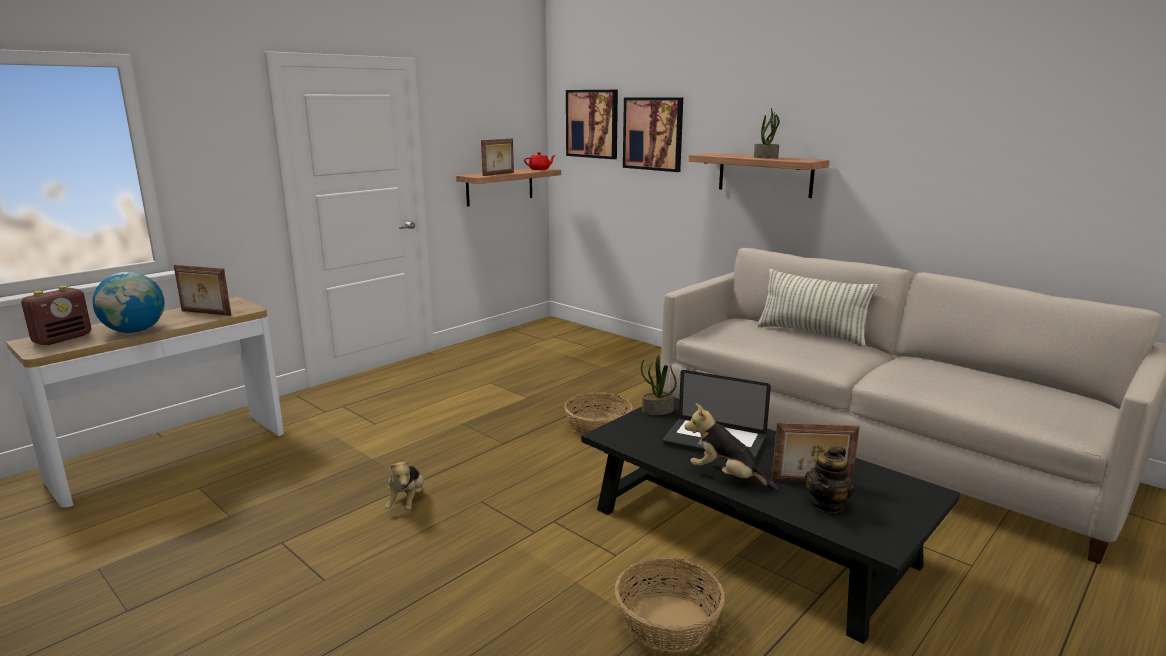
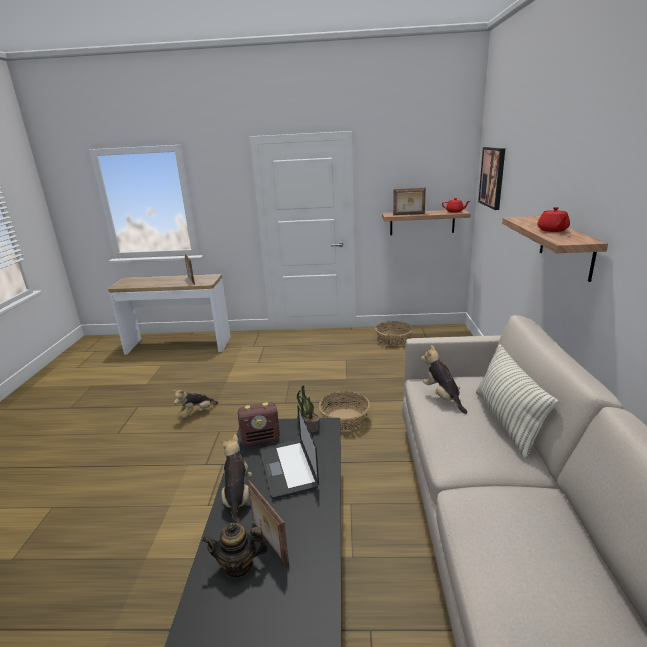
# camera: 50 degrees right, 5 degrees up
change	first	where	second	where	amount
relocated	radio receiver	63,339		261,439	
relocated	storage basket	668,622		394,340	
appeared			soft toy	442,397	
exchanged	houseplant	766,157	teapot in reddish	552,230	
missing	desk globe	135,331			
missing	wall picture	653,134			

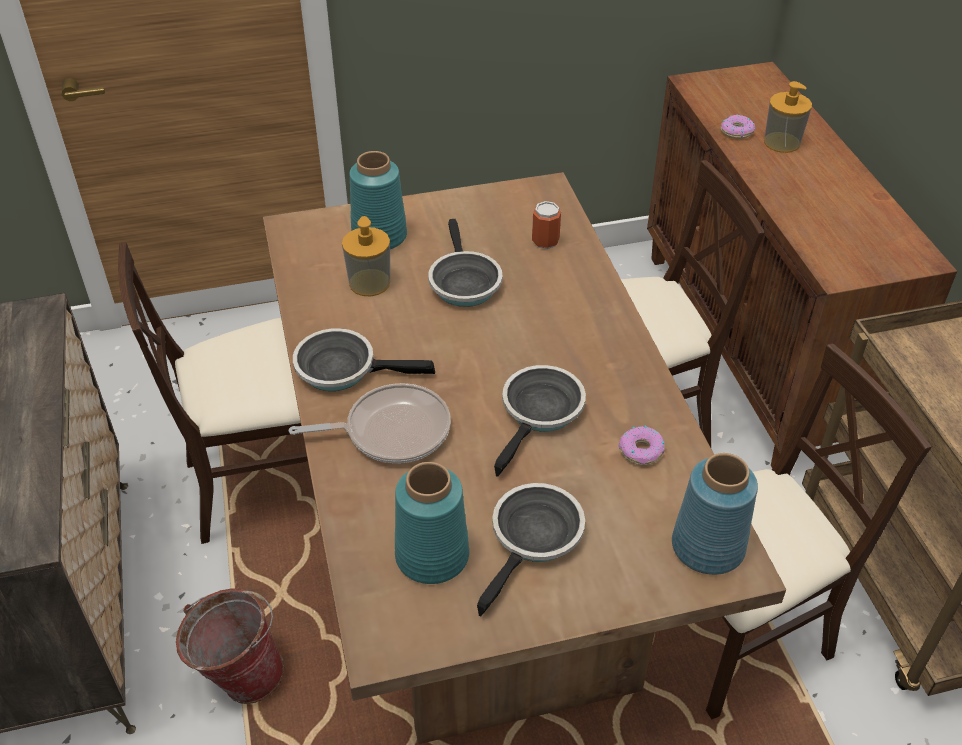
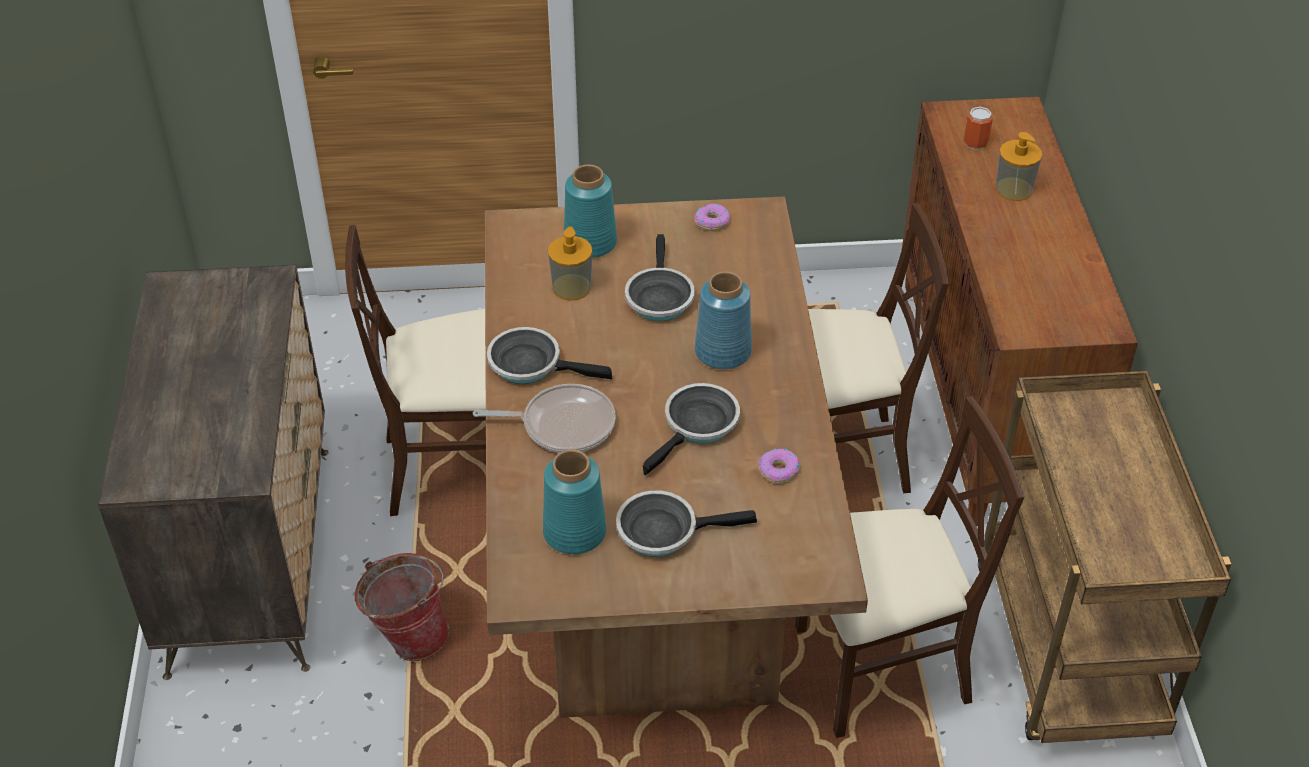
# camera: 10 degrees right, 0 degrees up
change	first	where	second	where	amount
spun	skillet	534,539		664,531	135 degrees counterclockwise
relocated	doughnut	736,131		712,221	
relocated	vase in bluish	706,547		722,352	
relocated	can	545,241		975,143	

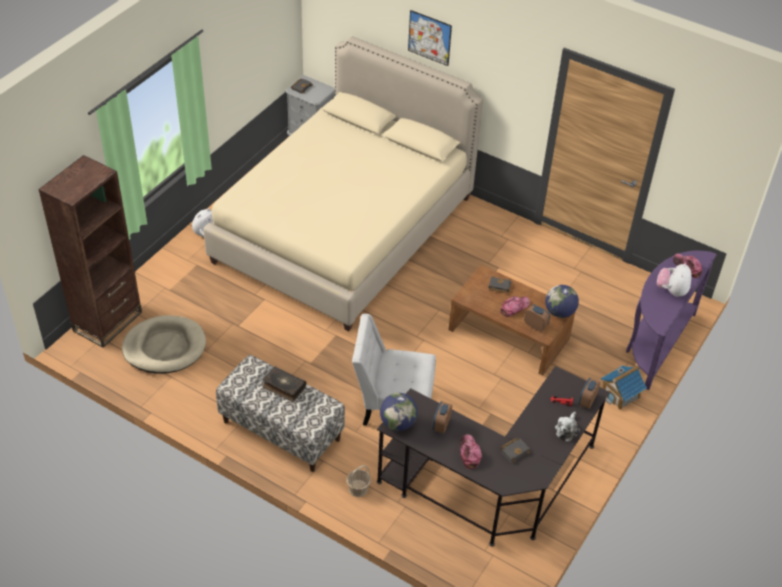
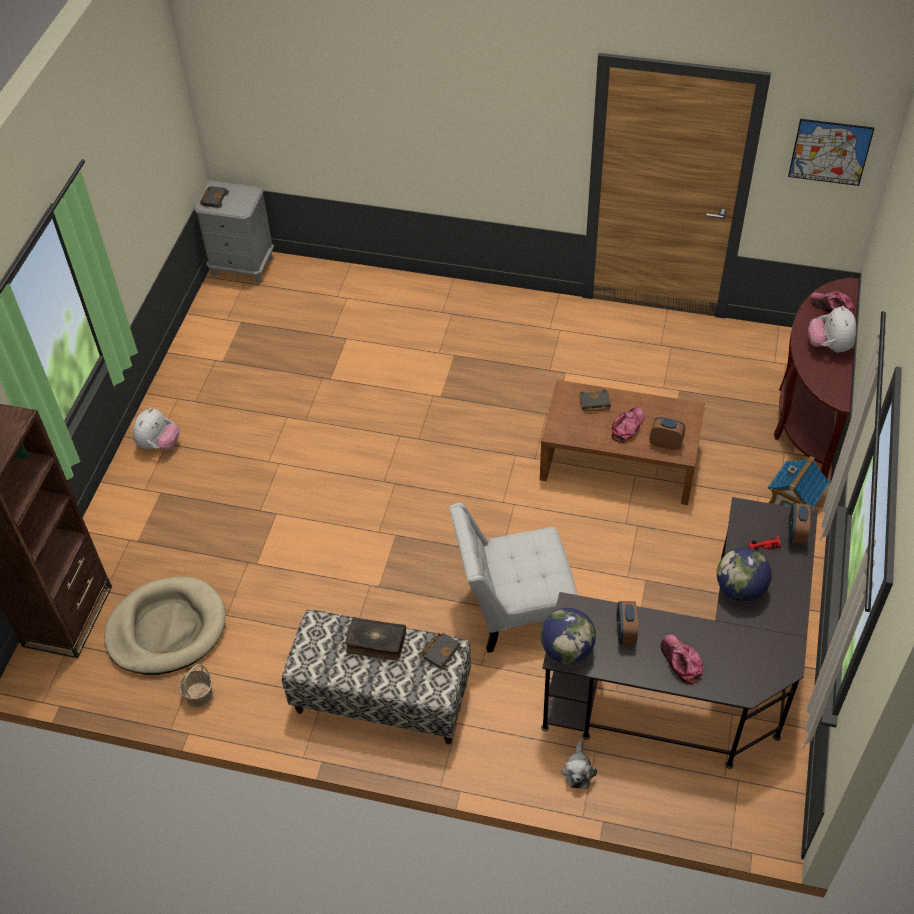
# camera: 15 degrees left, 5 degrees up
change	first	where	second	where	amount
relocated	storage basket	358,488		199,695	
relocated	volume in blackish	514,450		441,651	
relocated	soft toy	566,430		578,770	
relocated	desk globe	559,312		740,589	
colour	hall table in purplish	656,343	hall table in brownish	806,416	
relocated	wall picture	429,38		830,152	
missing	bed in beige	344,229			

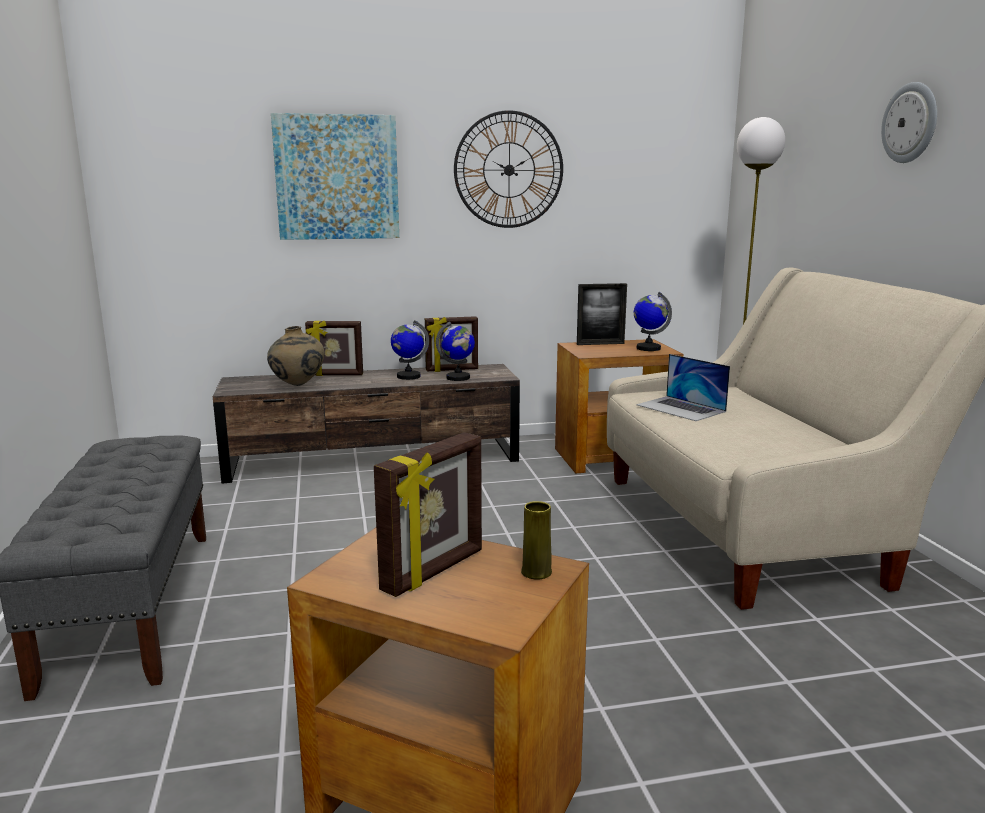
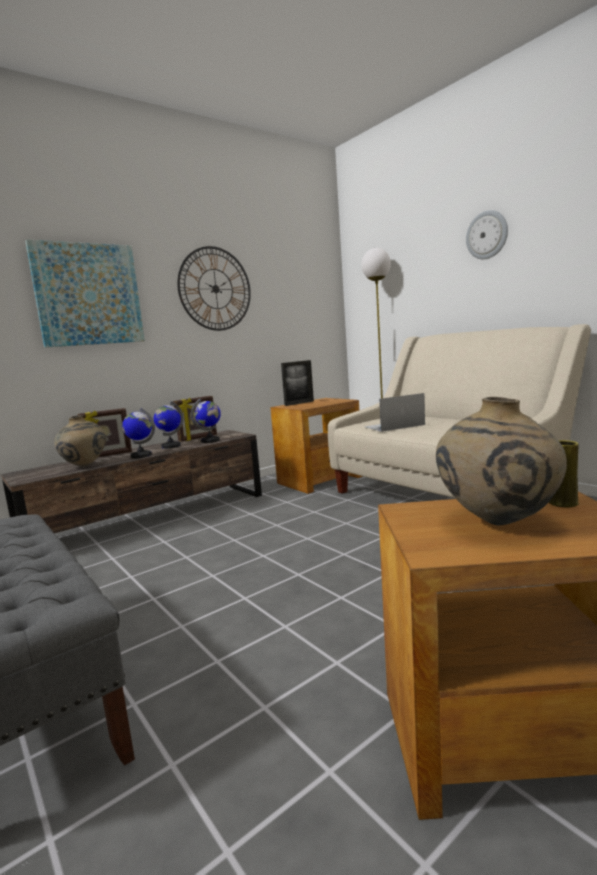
# camera: 25 degrees left, 5 degrees down
change	first	where	second	where	amount
relocated	desk globe	648,348		141,456	
spun	laptop	681,408		394,426	135 degrees clockwise
exchanged	photo frame	434,571	vase in beige	497,522	

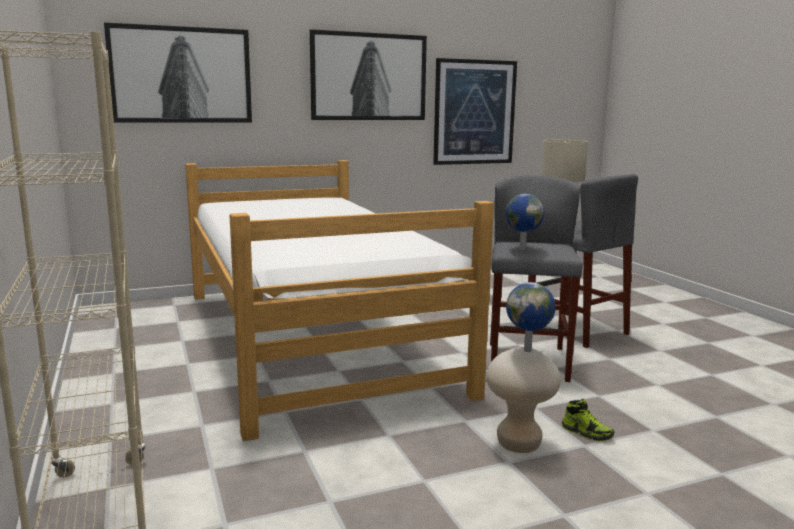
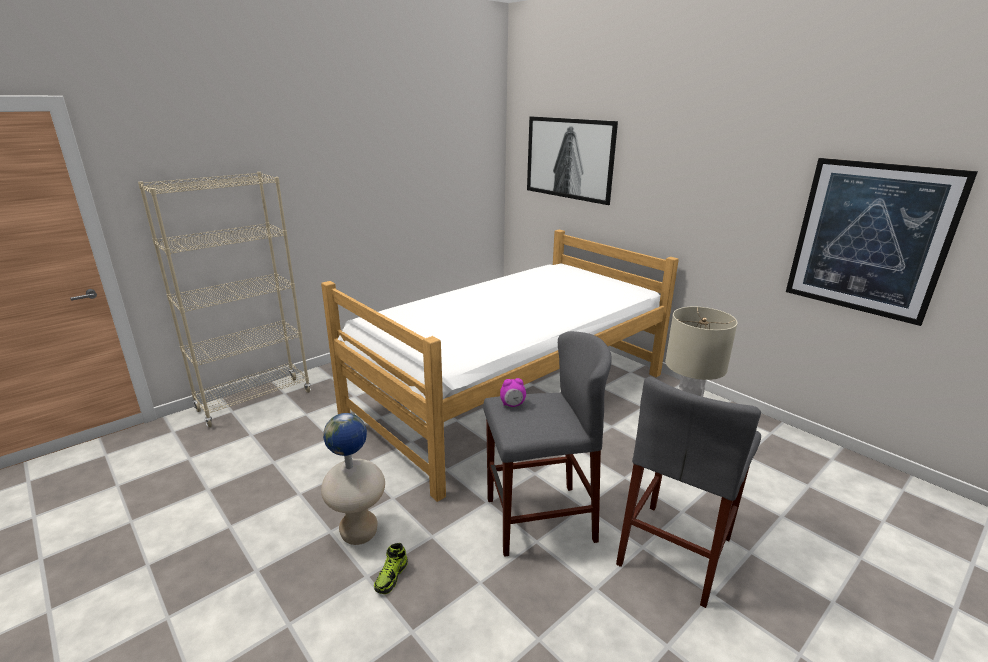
# camera: 70 degrees right, 10 degrees up
change	first	where	second	where	amount
exchanged	desk globe	522,249	bedside clock	512,405	
missing	wall picture	369,77			

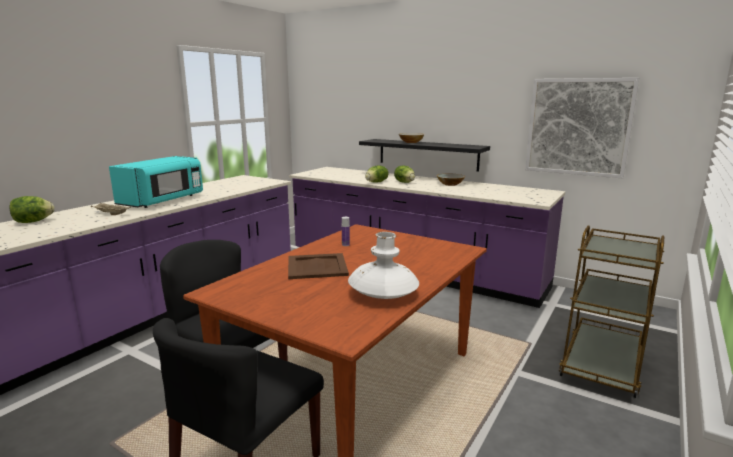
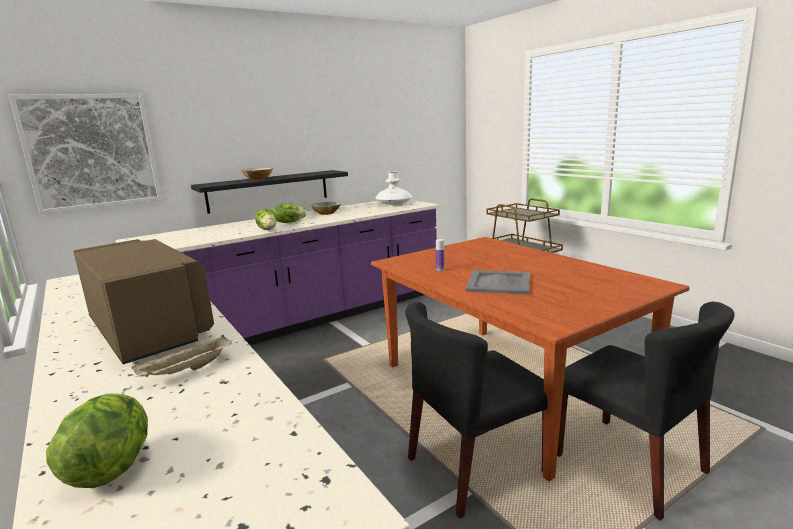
# camera: 65 degrees left, 0 degrees up
change	first	where	second	where	amount
relocated	wall picture	578,127		92,152	
colour	microwave in turquoise	163,201	microwave in brownish	149,330	
relocated	vase in white	383,293		394,204	
colour	tray in brownish	316,267	tray in greyish	499,283	

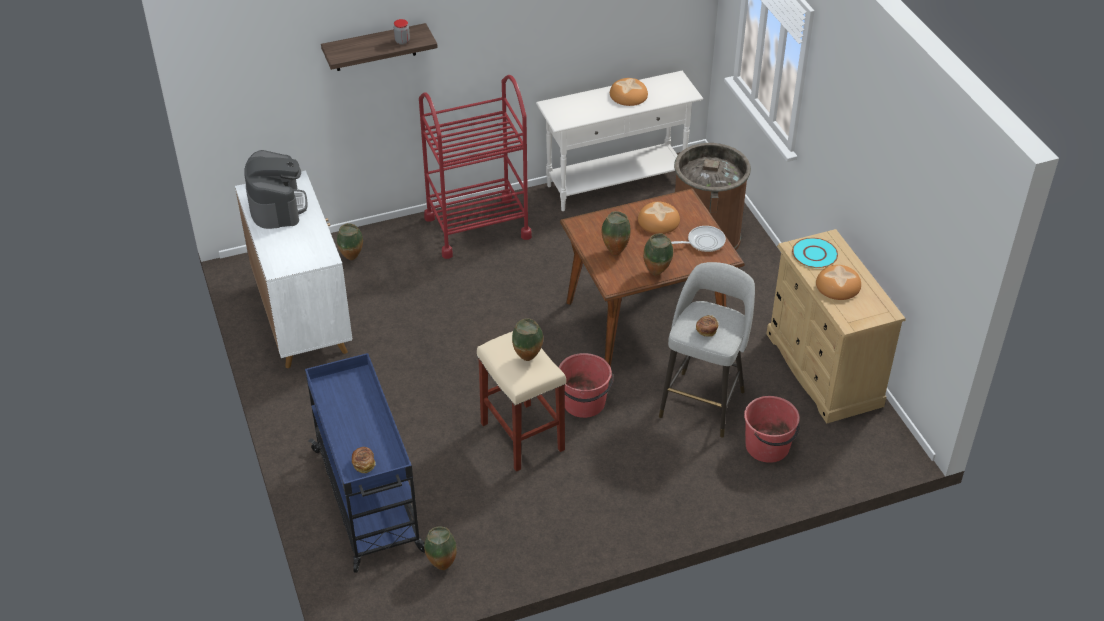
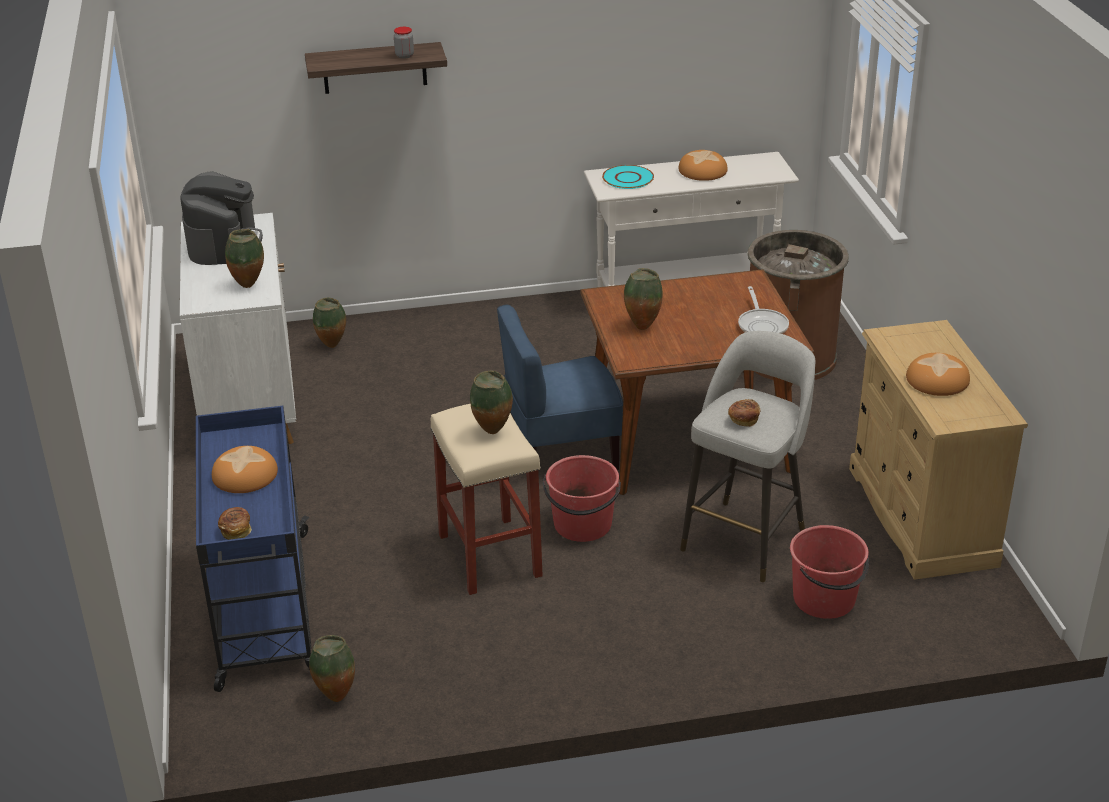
# camera: 10 degrees right, 10 degrees down
change	first	where	second	where	amount
relocated	bread	658,221		244,475	
relocated	vase	657,273		249,286	
appeared			plain chair in bluish	562,453	
relocated	plate in turquoise	815,254		628,178	
spun	skillet	702,242		762,325	90 degrees clockwise
missing	wheeled cart in reddish	477,227			

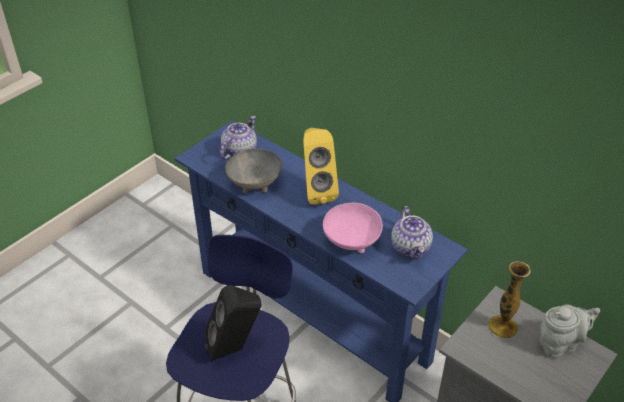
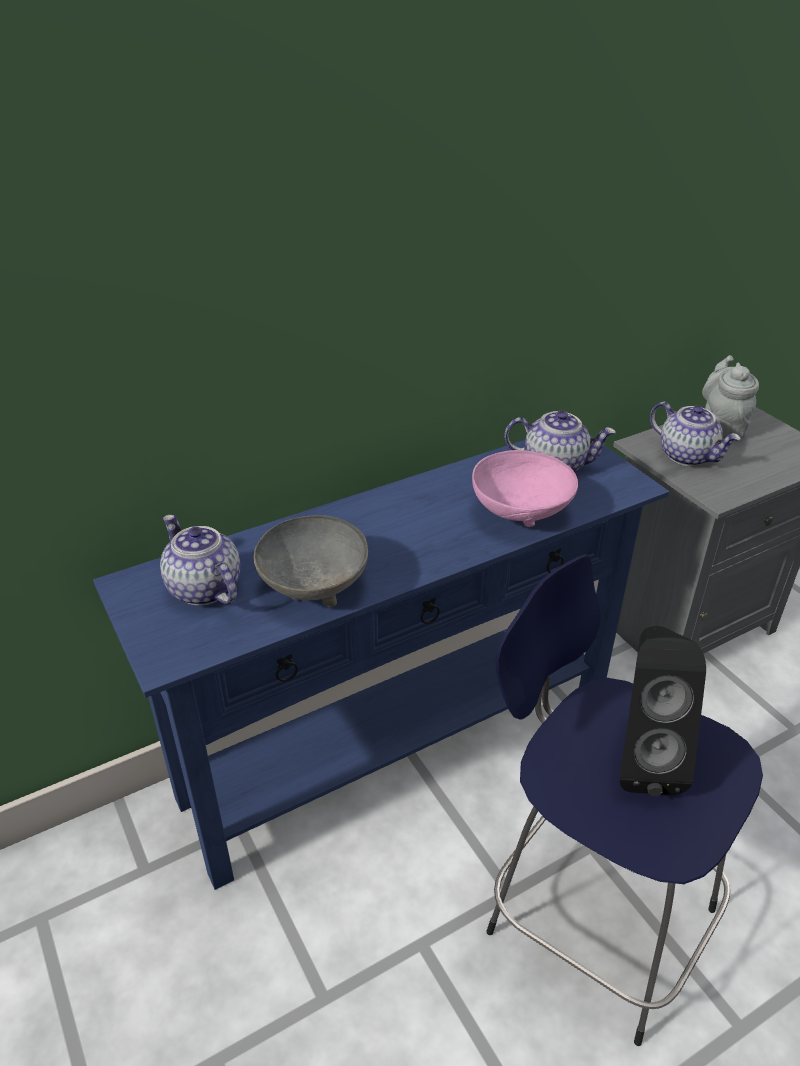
# camera: 70 degrees left, 5 degrees down
change	first	where	second	where	amount
exchanged	vase	502,327	teapot	687,455	
missing	audio speaker in yellow-coloured	317,191			

